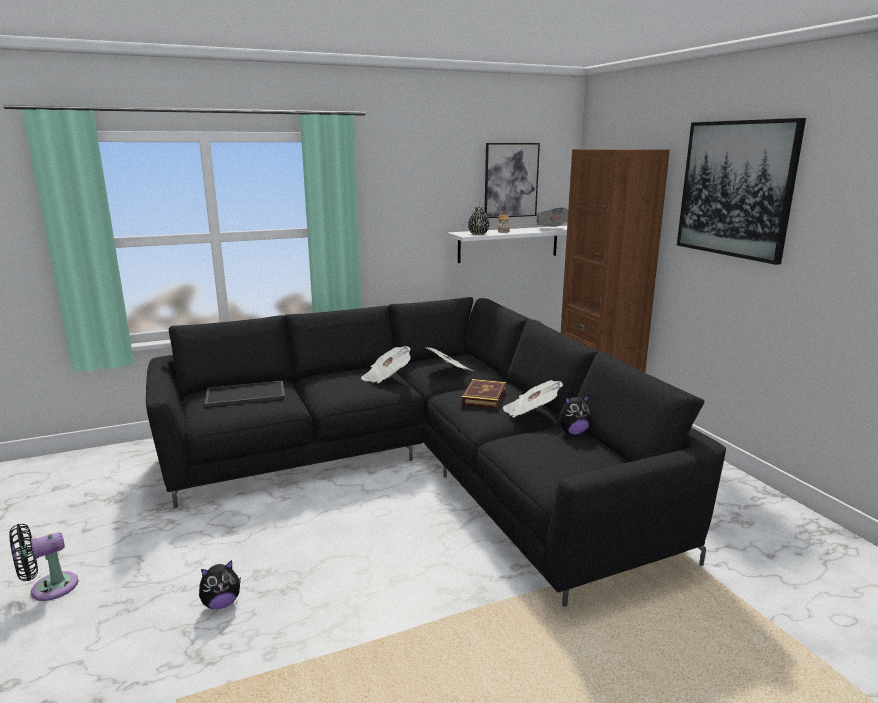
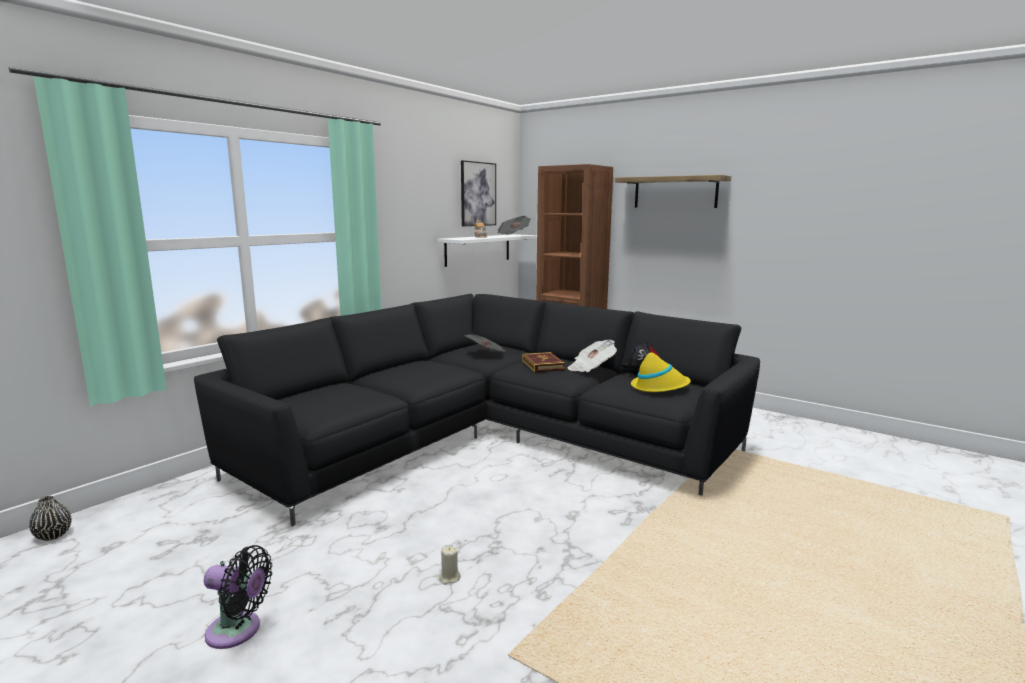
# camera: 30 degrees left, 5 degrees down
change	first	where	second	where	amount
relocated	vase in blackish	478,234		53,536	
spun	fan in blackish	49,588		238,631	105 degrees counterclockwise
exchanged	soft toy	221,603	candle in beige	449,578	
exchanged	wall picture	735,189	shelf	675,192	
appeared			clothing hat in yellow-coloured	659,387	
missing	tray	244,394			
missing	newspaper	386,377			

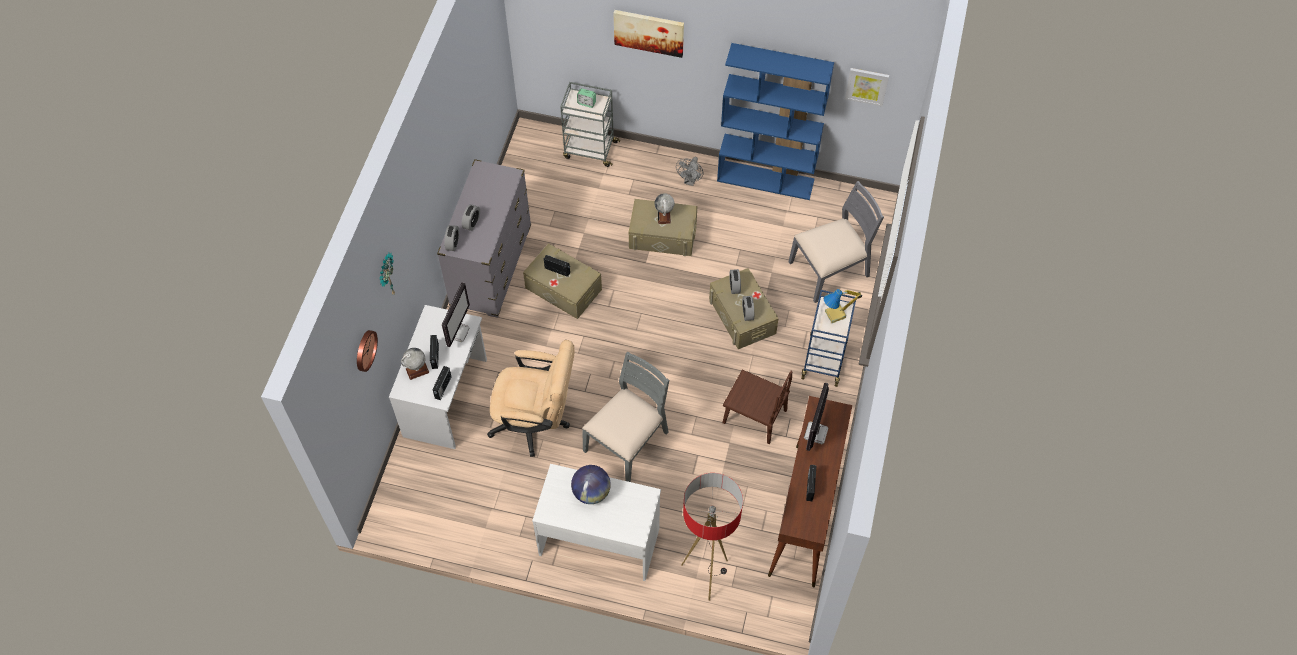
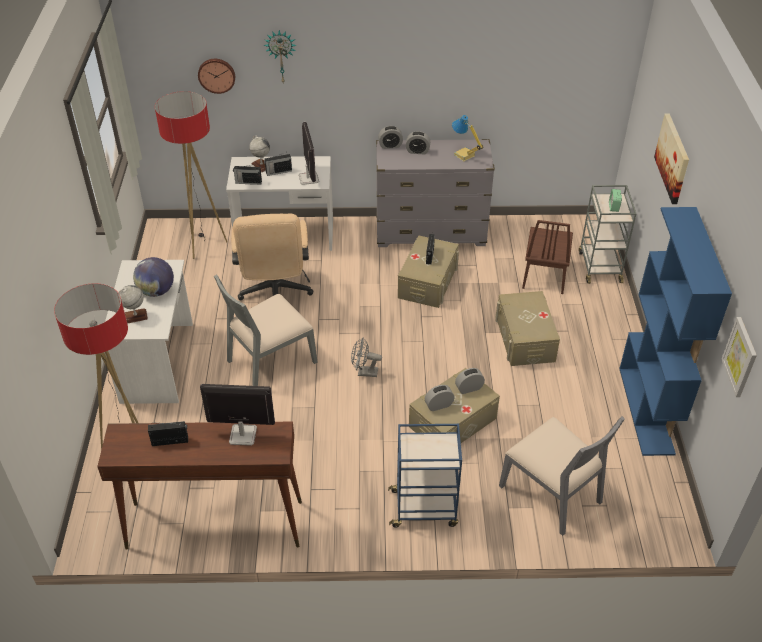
# camera: 75 degrees right, 15 degrees down
change	first	where	second	where	amount
relocated	desk globe	664,216		135,316	
appeared			standing lamp	204,244	
spun	plain chair in greyish	627,442		270,360	120 degrees clockwise
spun	computer display	457,331		308,178	105 degrees counterclockwise
relocated	fan in greyish	690,181		364,372	
relocated	table lamp	836,315		464,155	
relocated	plain chair in brownish	754,416		544,275	

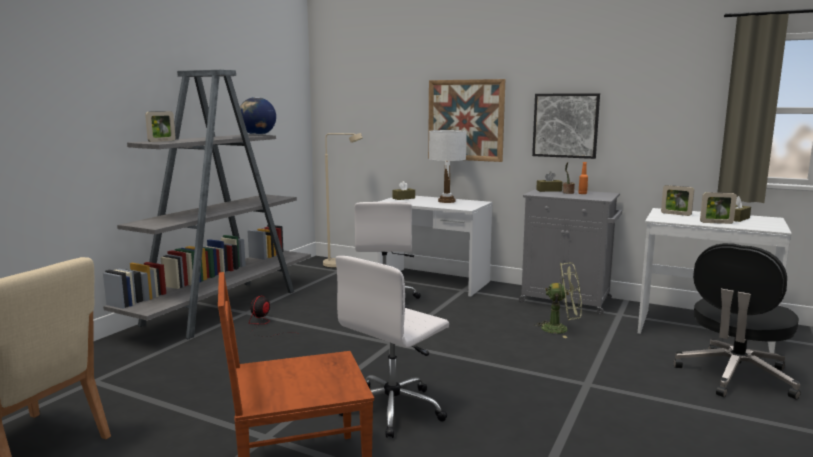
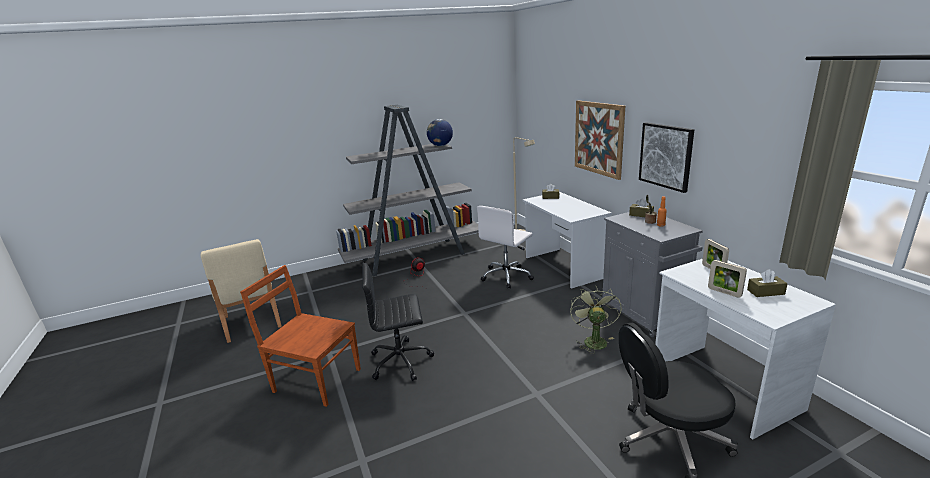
# camera: 40 degrees right, 10 degrees up
change	first	where	second	where	amount
colour	desk chair in white	394,408	desk chair in blackish	402,361	
spun	fan in green-coloured	560,329		593,340	135 degrees counterclockwise
missing	photo frame	162,141			
missing	table lamp in white	446,201			

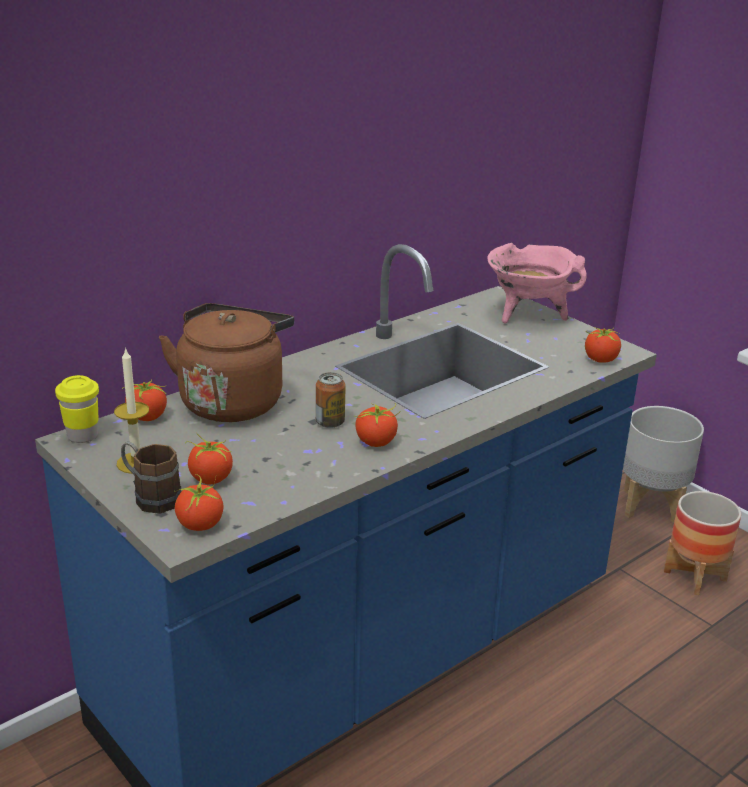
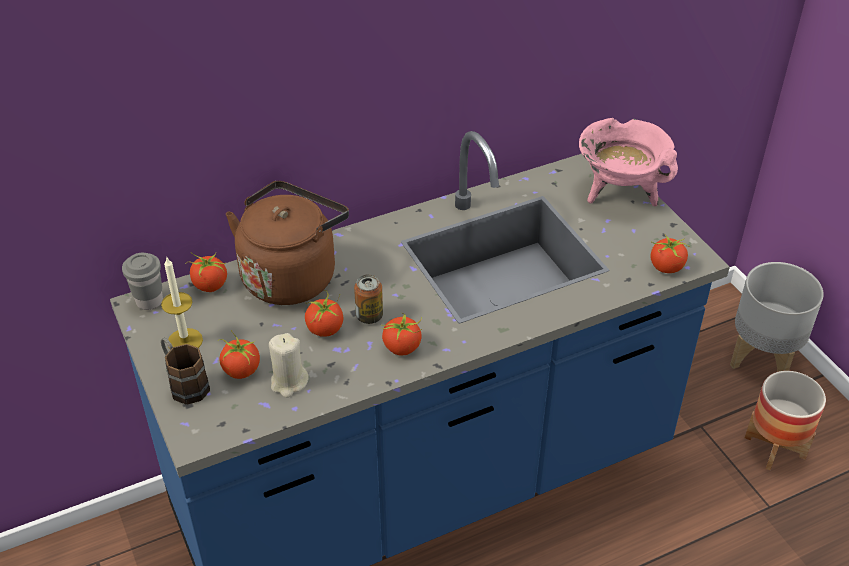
# camera: 15 degrees right, 15 degrees up
change	first	where	second	where	amount
colour	drinking cup in yellow-coloured	82,436	drinking cup in greyish	149,301	
appeared			candle in beige	289,382	
relocated	whole tomato	200,524		325,329	

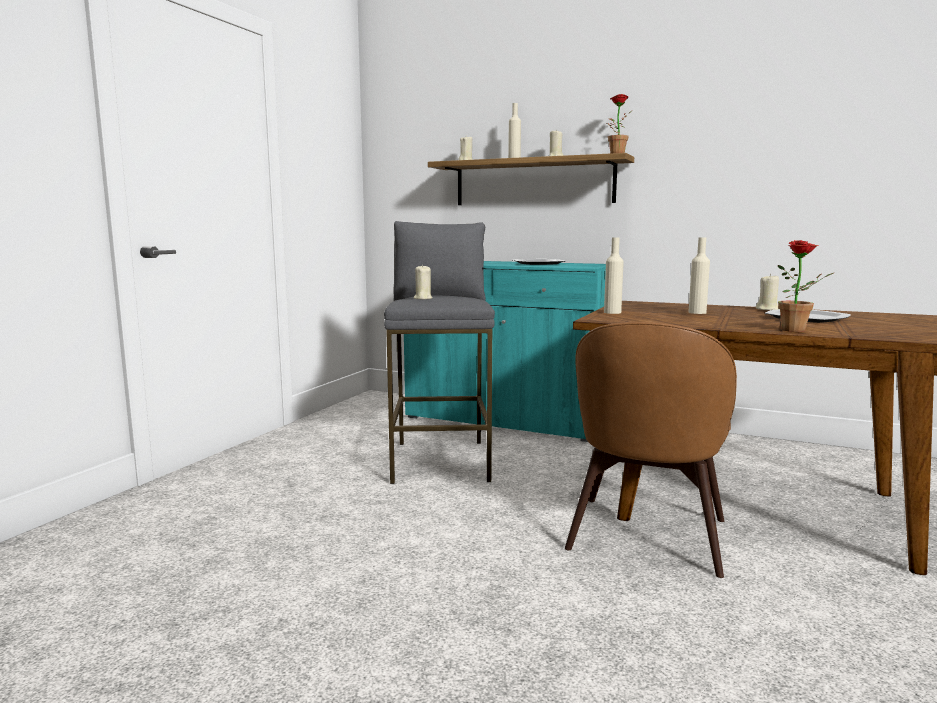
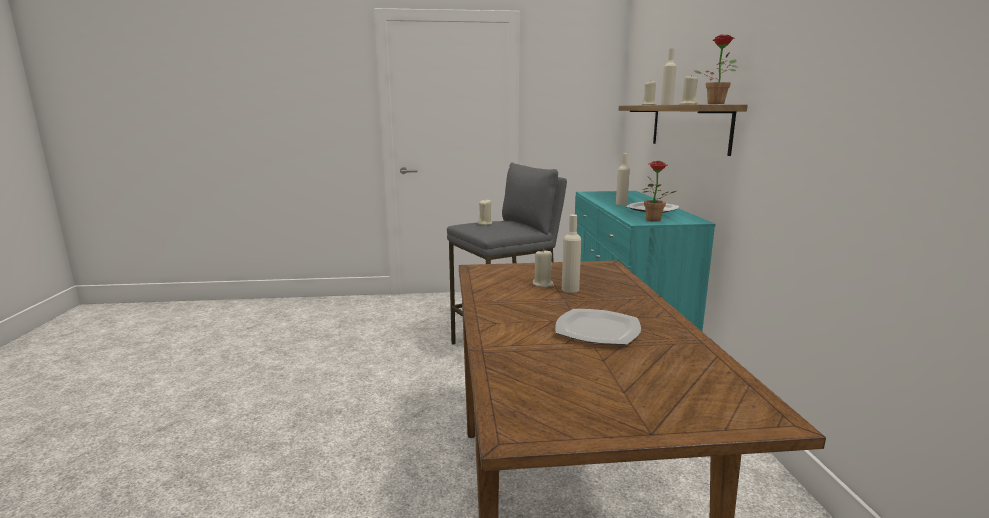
# camera: 60 degrees right, 5 degrees up
change	first	where	second	where	amount
relocated	candle in beige	767,309		543,284	
relocated	beverage bottle in beige	612,312		621,204	
relocated	houseplant	798,330		653,220	
missing	plain chair in brownish	646,537			

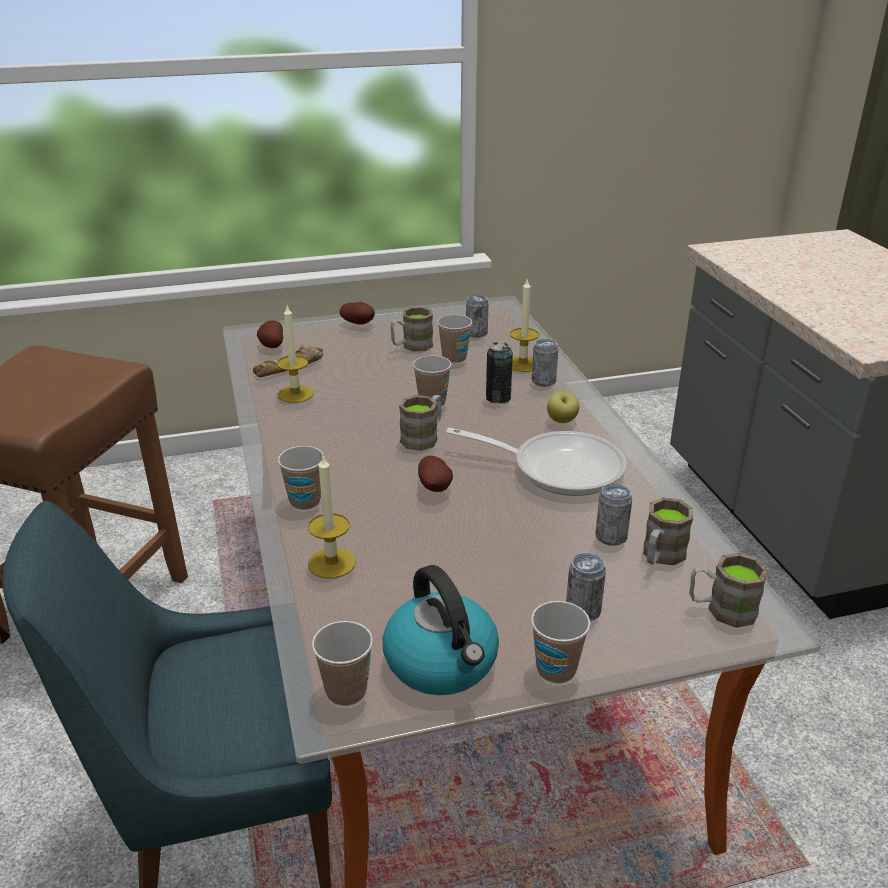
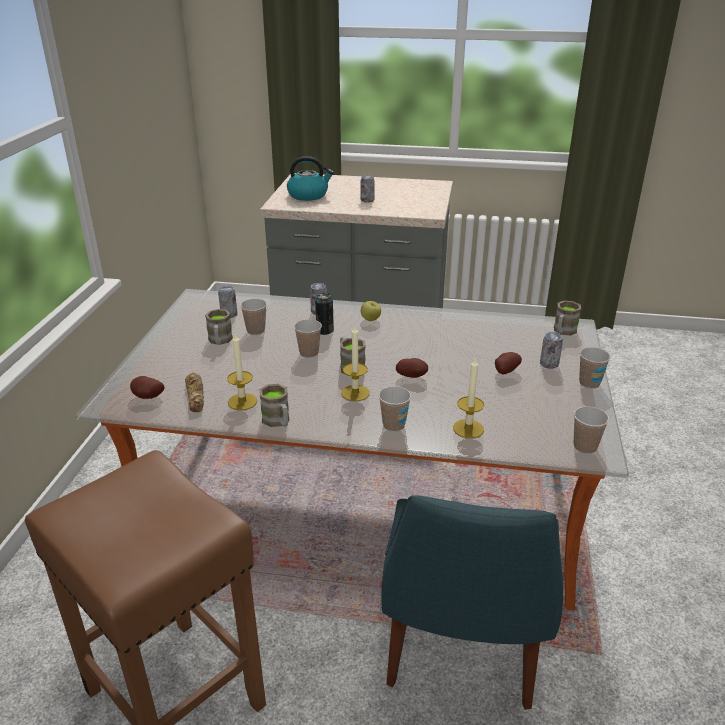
# camera: 65 degrees left, 0 degrees up
change	first	where	second	where	amount
relocated	mug in brownish	660,556		278,422	
relocated	kettle	442,663		308,195	
relocated	candle	523,364		355,393	
relocated	can	611,537		367,200	
relocated	whole potato	359,323		505,371	
missing	skillet	558,468			

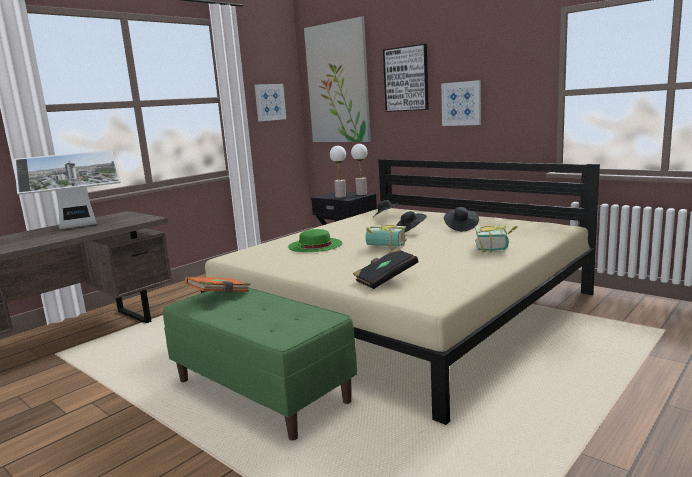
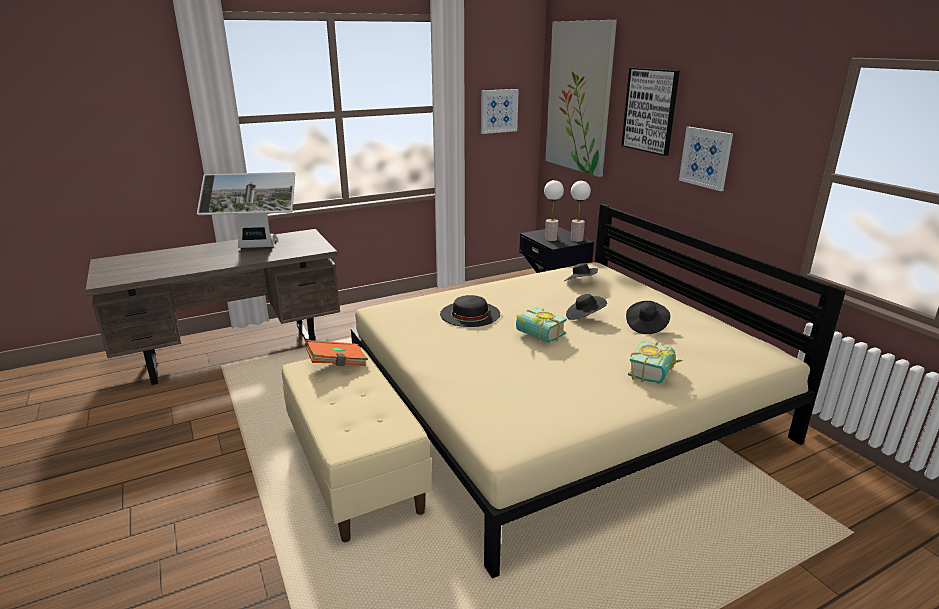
# camera: 20 degrees right, 10 degrees up
change	first	where	second	where	amount
colour	long seat in green-coloured	262,391	long seat in beige	356,470	
colour	clothing hat in green-coloured	315,245	clothing hat in blackish	470,314	
missing	volume in blackish	385,280			

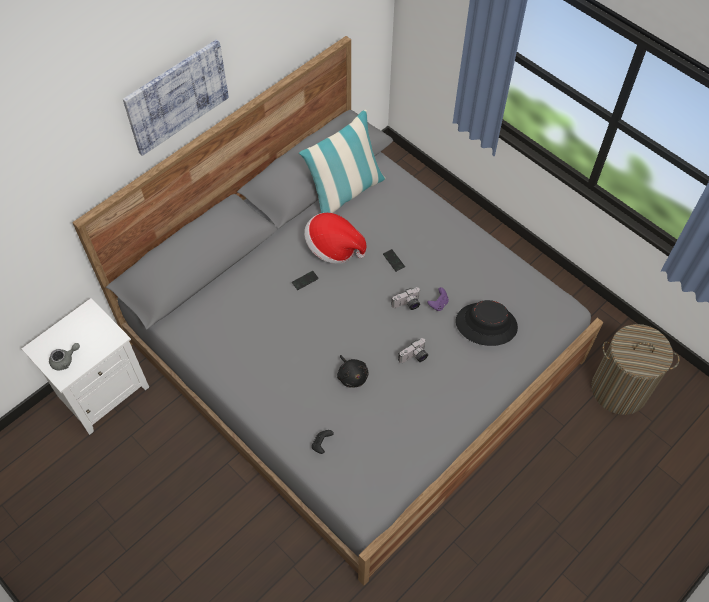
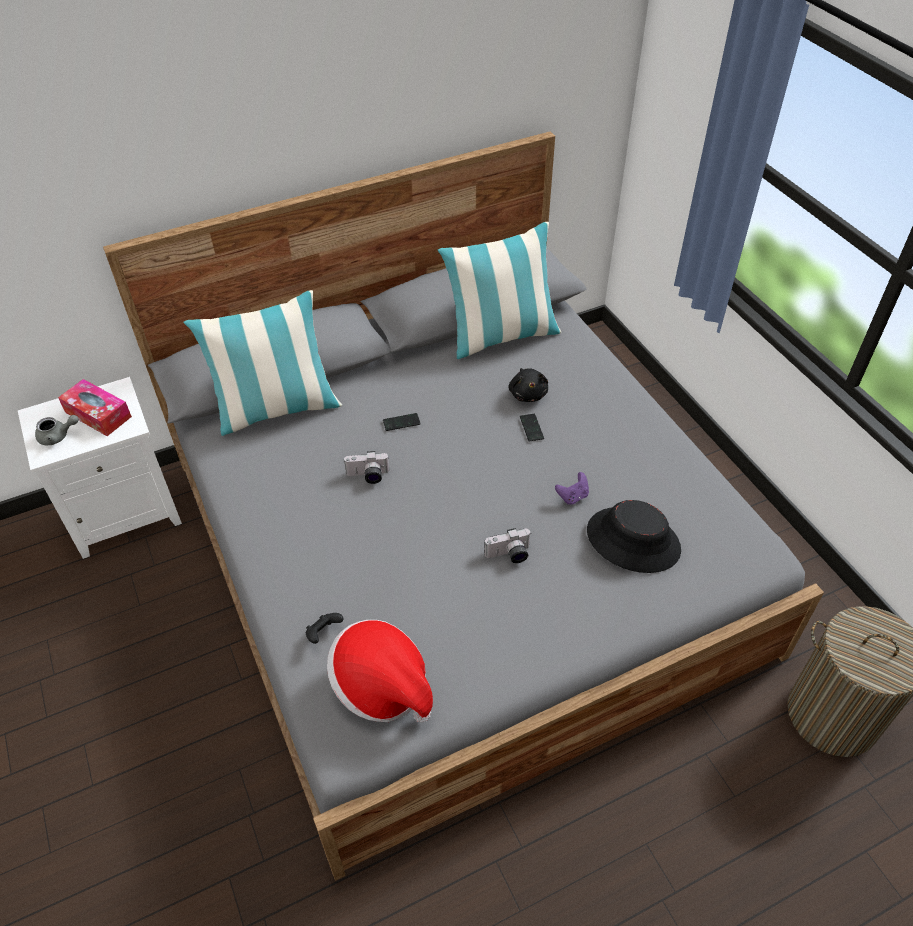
# camera: 20 degrees right, 10 degrees down
change	first	where	second	where	amount
appeared			tissue holder	98,414	
appeared			pillow	277,409	
relocated	clothing hat	333,248		382,686	
relocated	photo camera	407,305		368,476	
relocated	soft toy in blackish	352,375		528,393	
missing	wall picture	176,96			

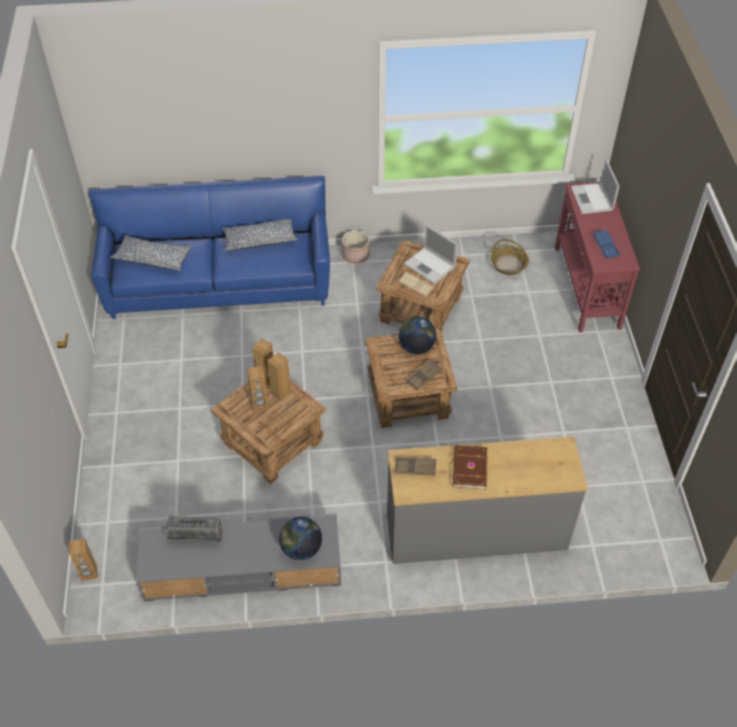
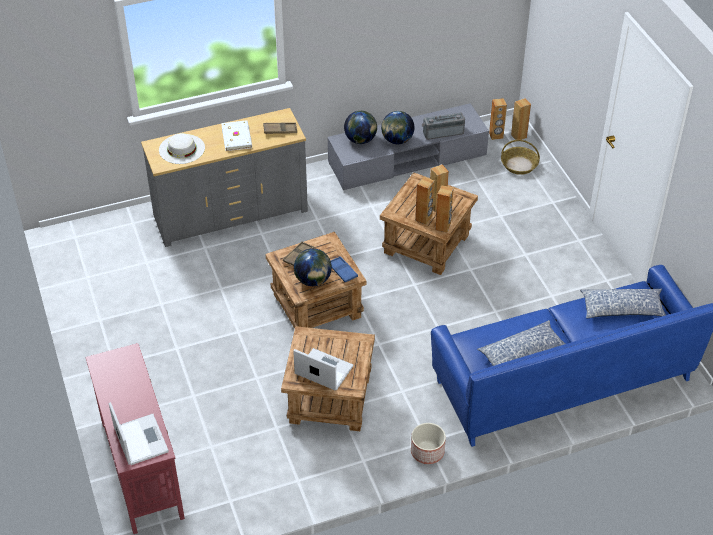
# camera: 165 degrees right, 5 degrees down
change	first	where	second	where	amount
appeared			clothing hat in white	182,149	
colour	volume in brownish	468,469	volume in white	237,137	
relocated	tray in bluish	605,246		342,271	
appeared			desk globe	397,140	
appeared			audio speaker in brownish	496,135	
relocated	storage basket	508,264		519,165	
missing	tray in beige	416,286			

